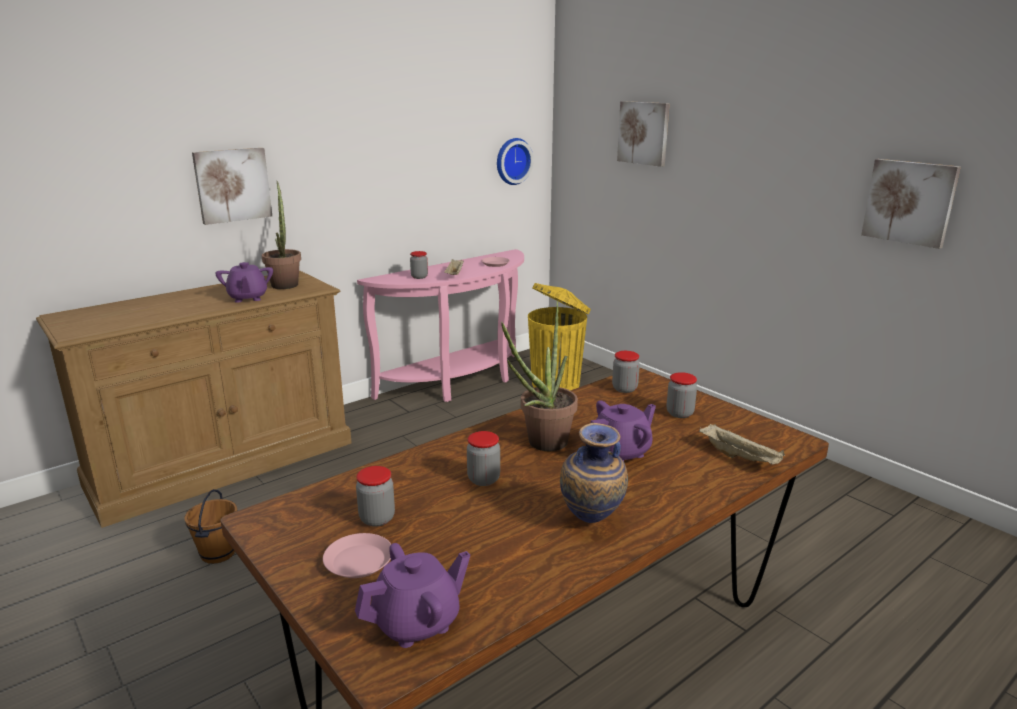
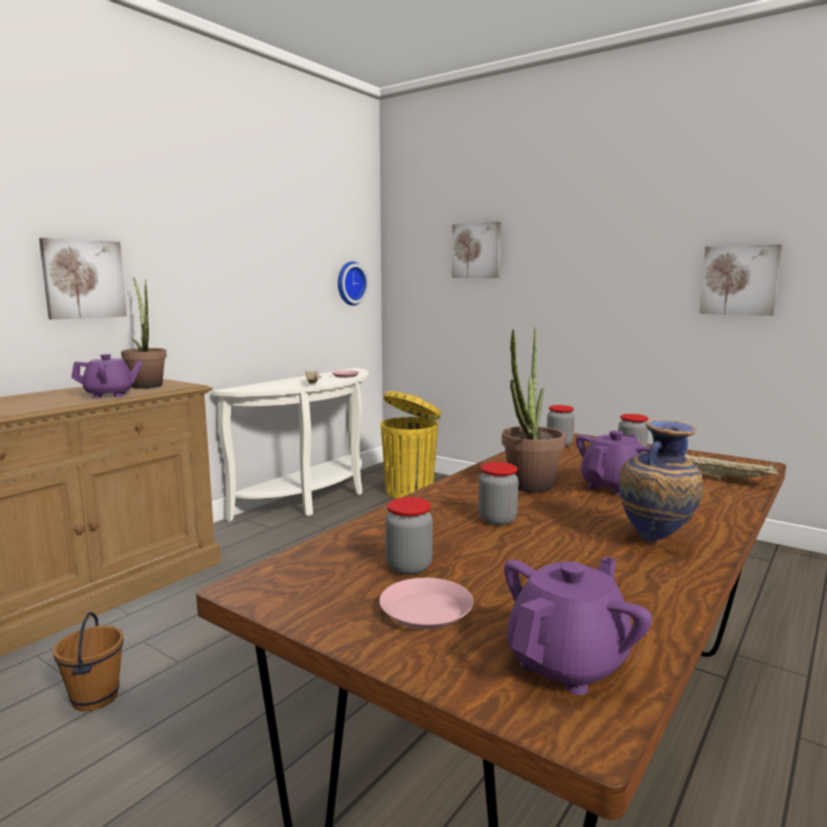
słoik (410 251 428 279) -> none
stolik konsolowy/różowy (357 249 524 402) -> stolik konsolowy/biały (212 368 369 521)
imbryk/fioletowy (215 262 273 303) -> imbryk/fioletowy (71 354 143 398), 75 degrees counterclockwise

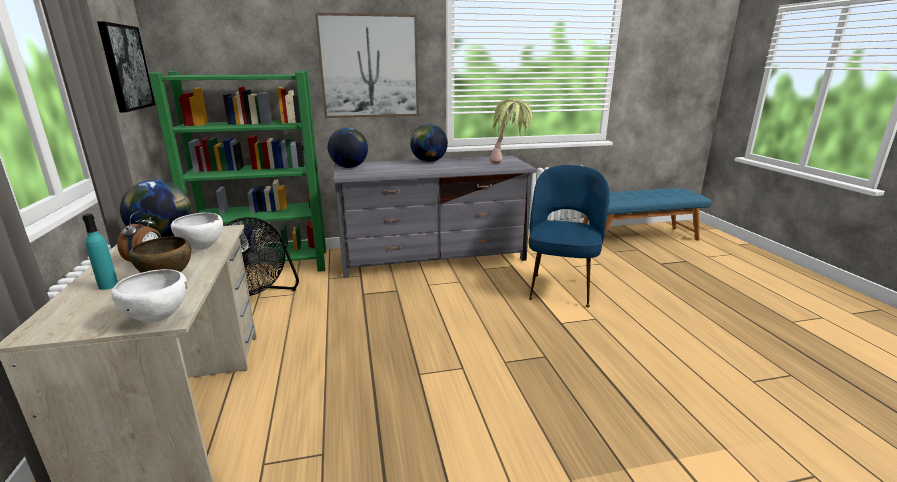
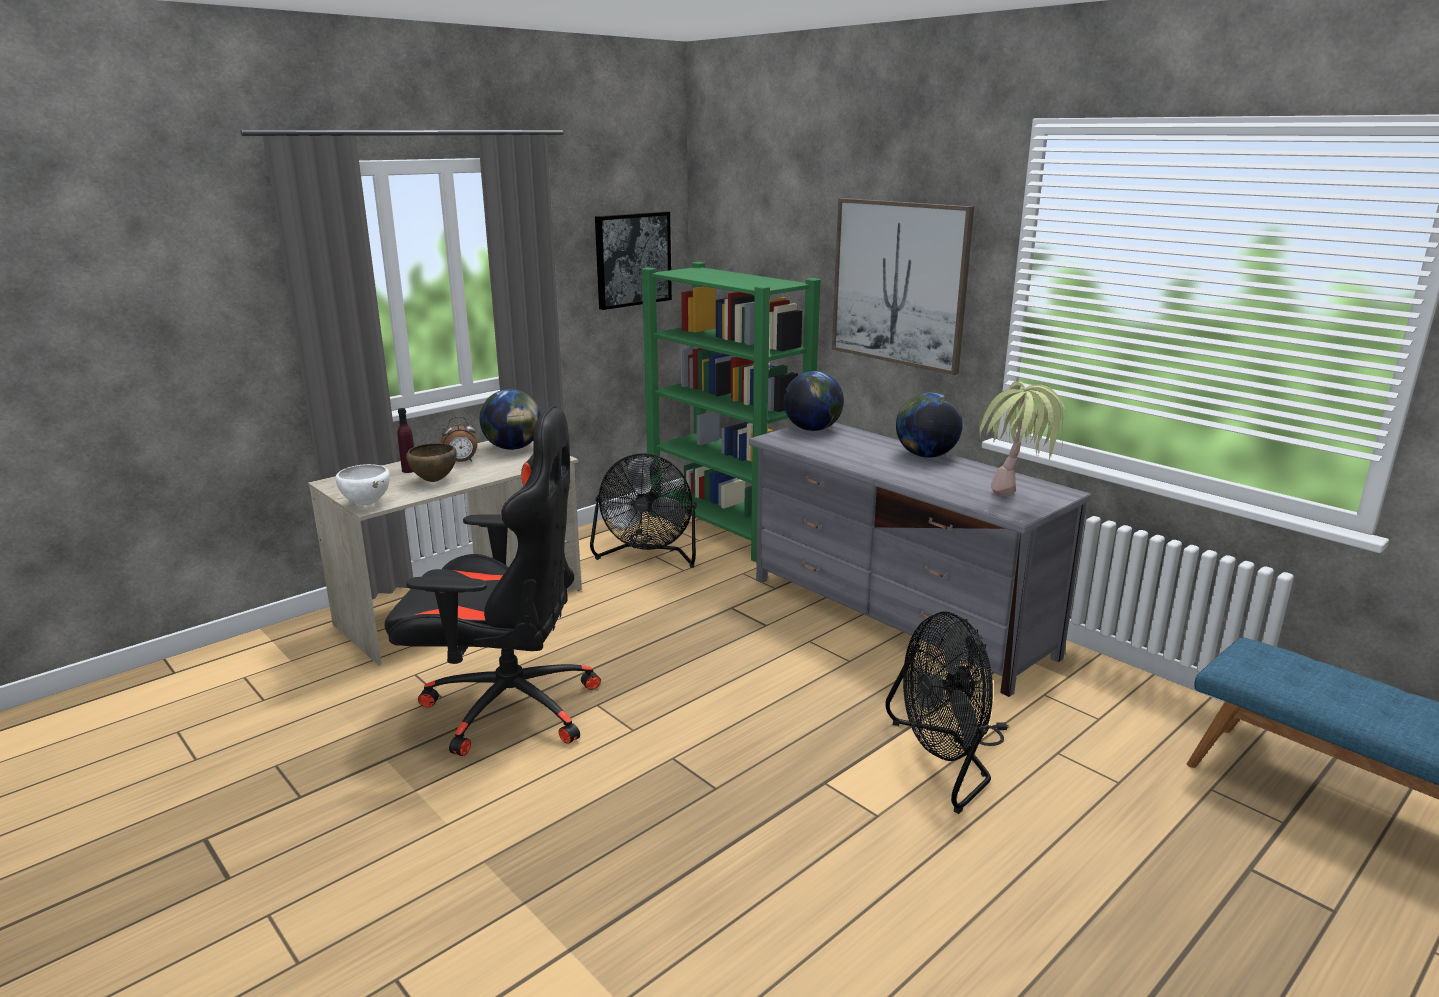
miska/biały (171 213 223 250) -> none
none -> krzesło biurowe/czarny (384 406 601 756)
krzesło/niebieski (529 165 610 307) -> wentylator/czarny (885 612 1010 814)
butelka/turkusowy (82 213 118 290) -> butelka/fioletowy (397 408 414 473)

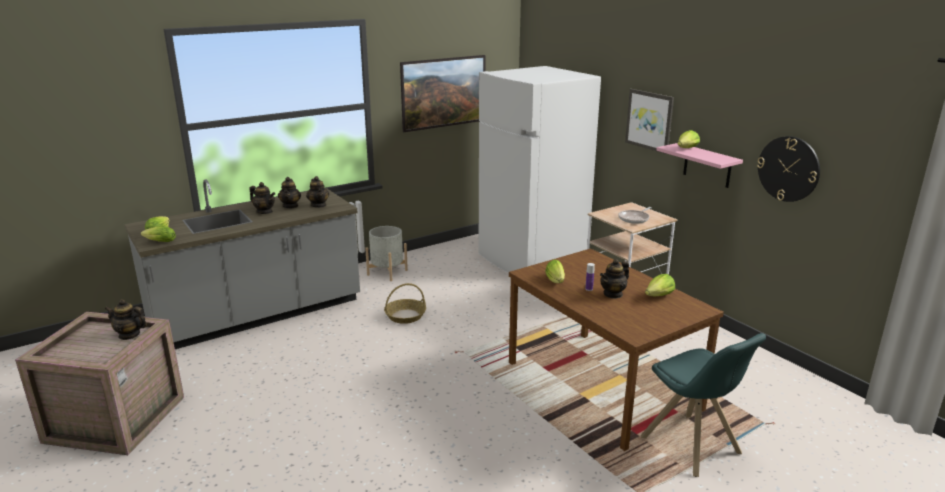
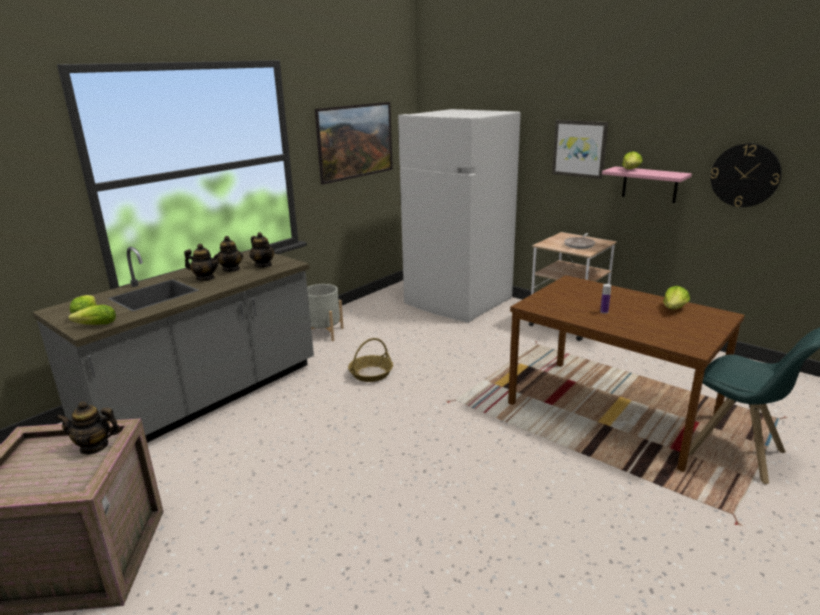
sałata (545 260 565 283) -> none
imbryk (600 259 629 299) -> none

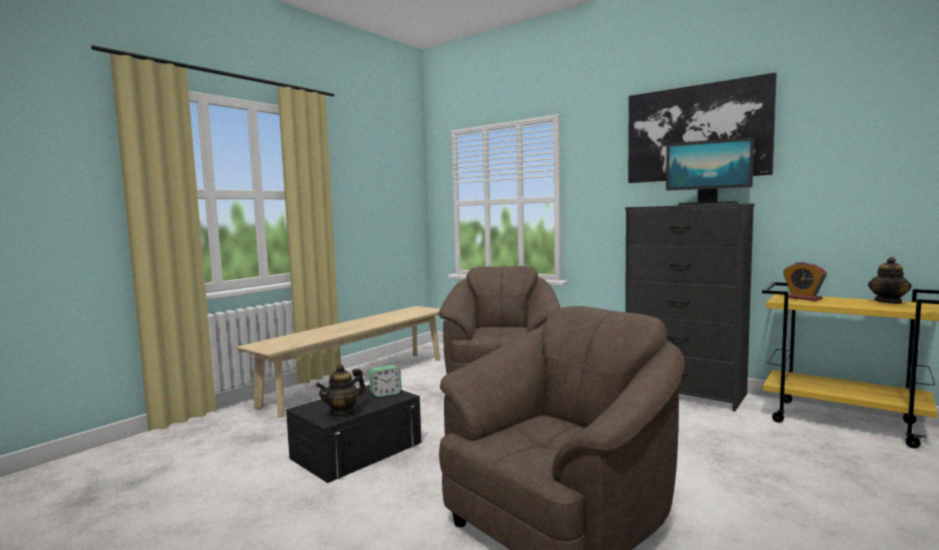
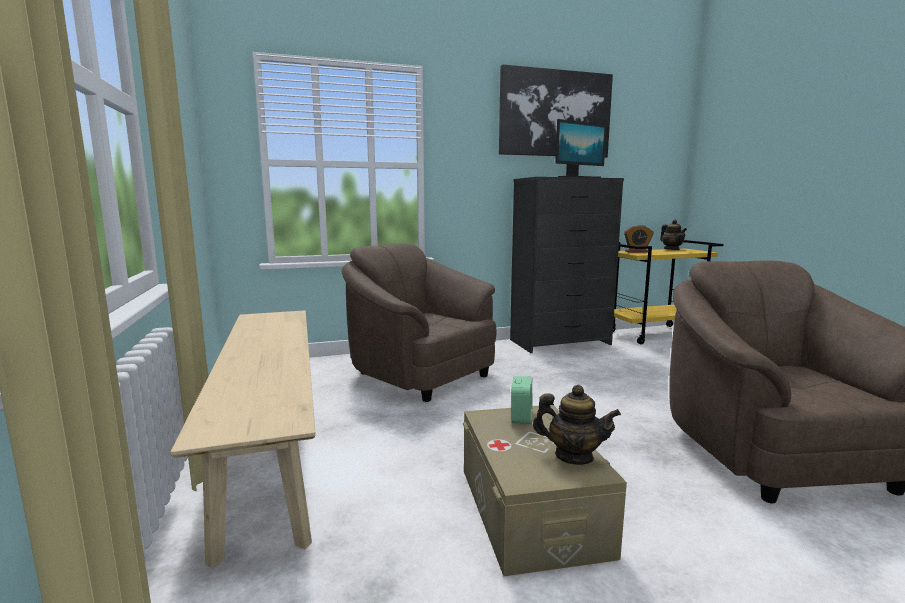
pojemnik do przechowywania/czarny (286 385 422 483) -> pojemnik do przechowywania/beżowy (463 405 627 577)
imbryk (316 364 366 418) -> imbryk (533 385 621 465), 60 degrees counterclockwise

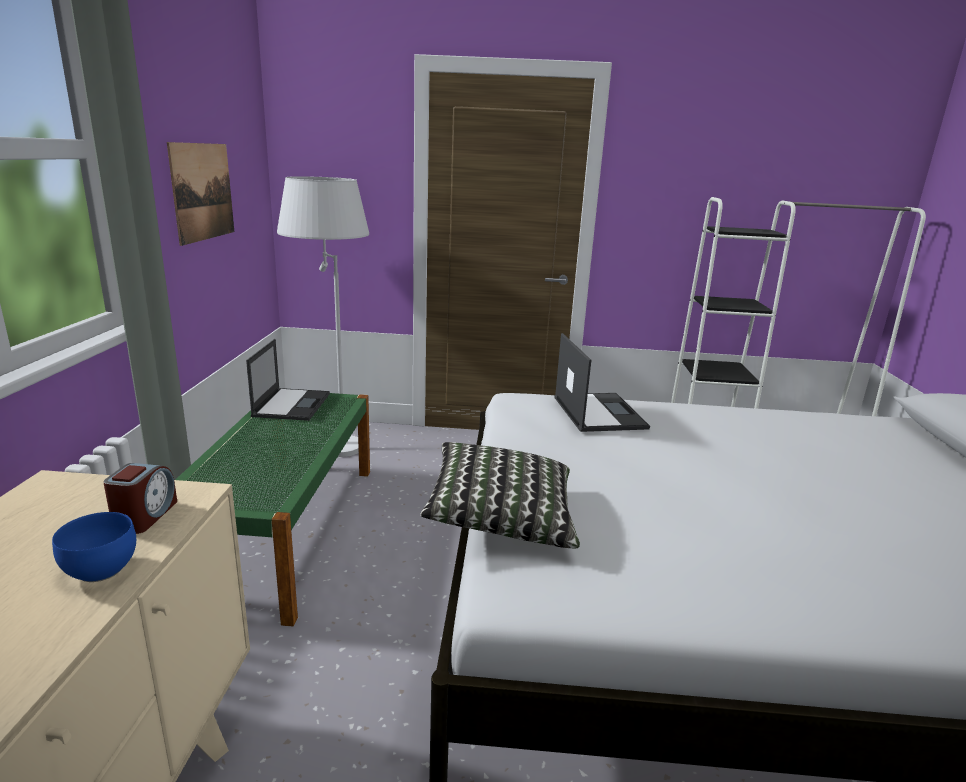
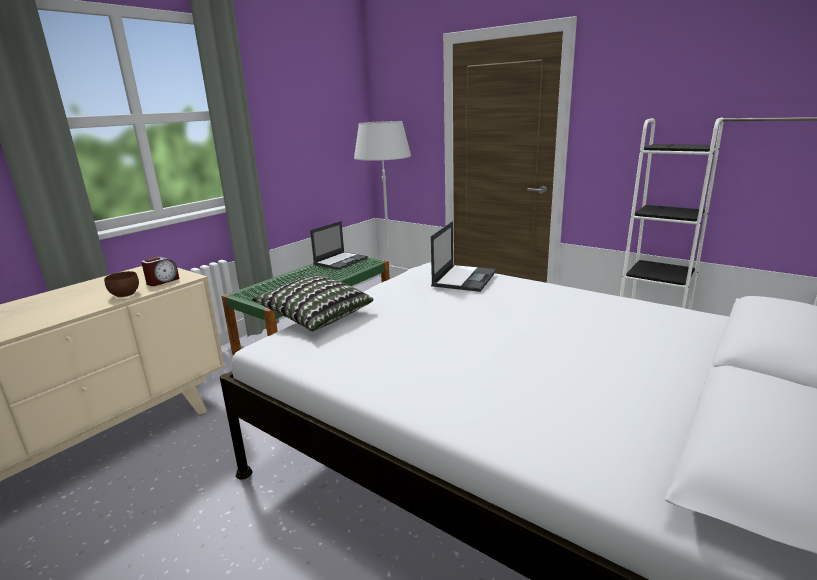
obraz (167 142 234 246) -> none
miska/niebieski (52 512 136 582) -> miska/brązowy (104 271 139 297)

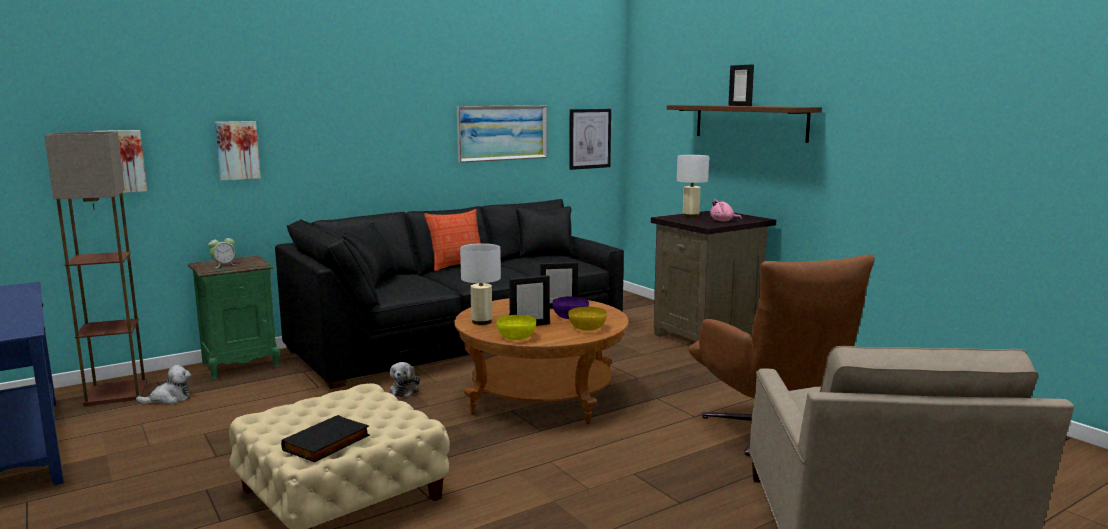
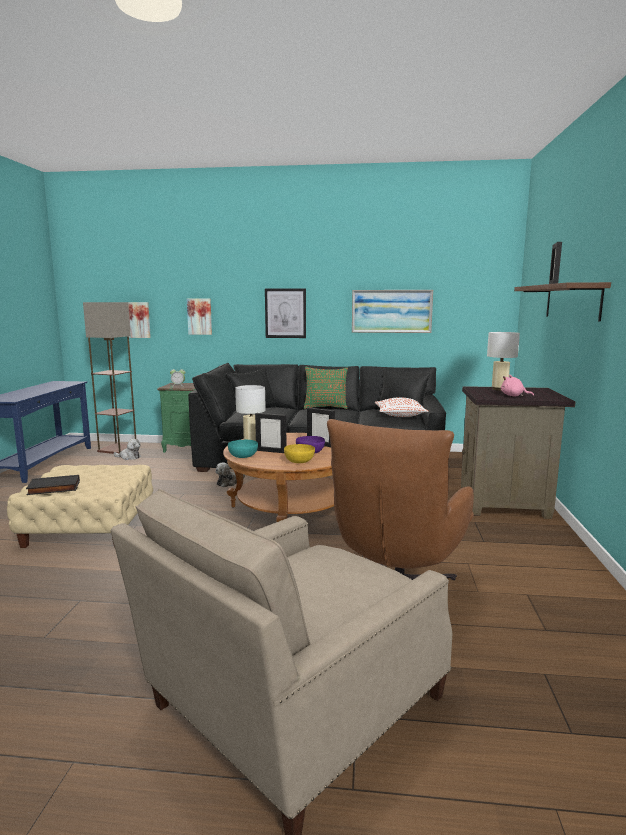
none -> poduszka/biały (375 397 429 417)
obraz (569 109 611 170) -> obraz (265 288 306 338), relocated
poduszka/pomarańczowy (424 209 481 271) -> poduszka/zielony (304 367 348 409)
miska/żółty (496 315 536 340) -> miska/turkusowy (228 440 258 458)

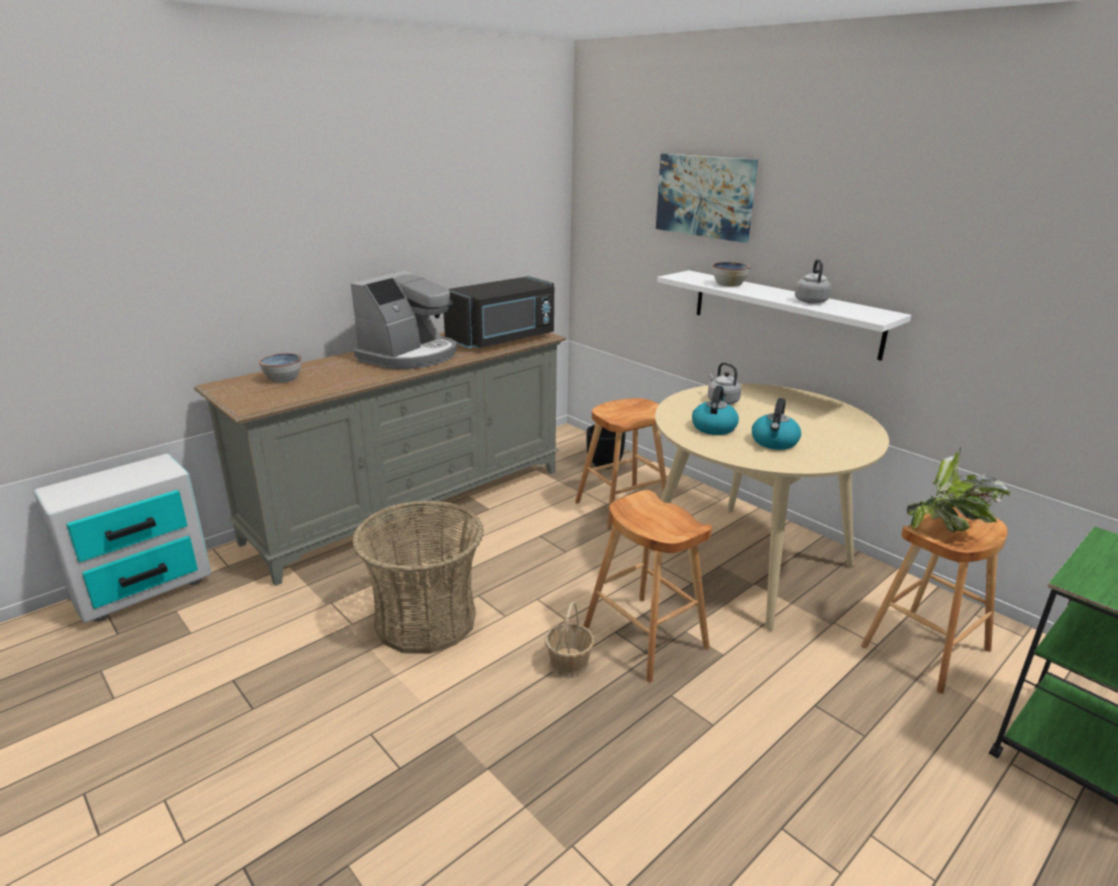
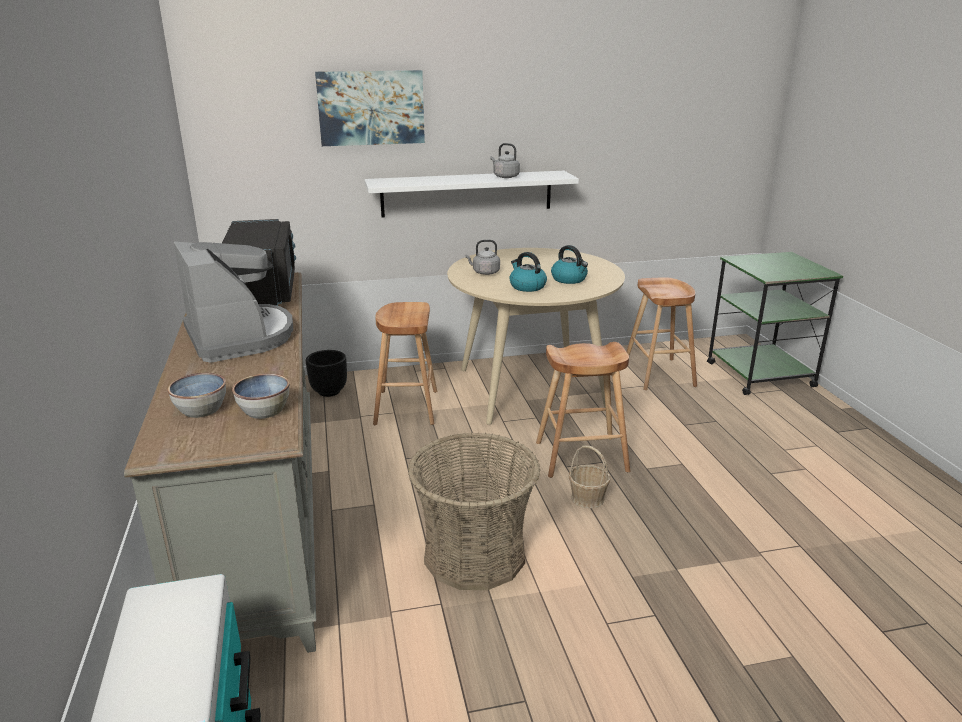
roślina doniczkowa (907 447 1011 532) -> none
miska (713 262 750 287) -> miska (232 374 289 419), relocated

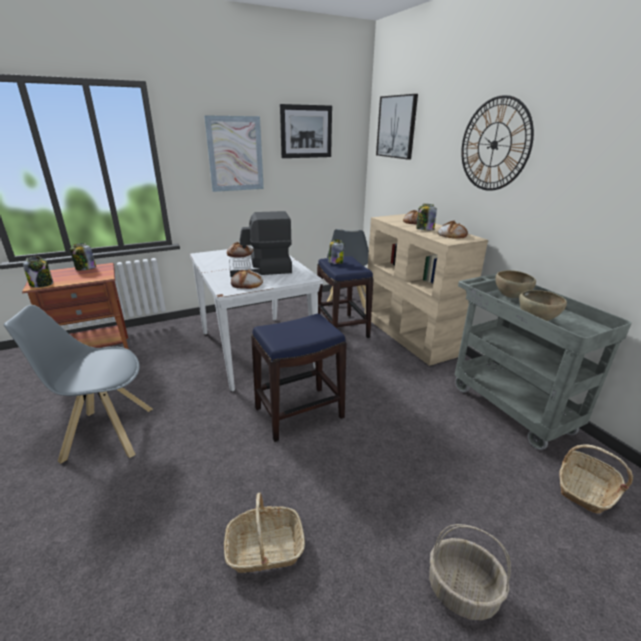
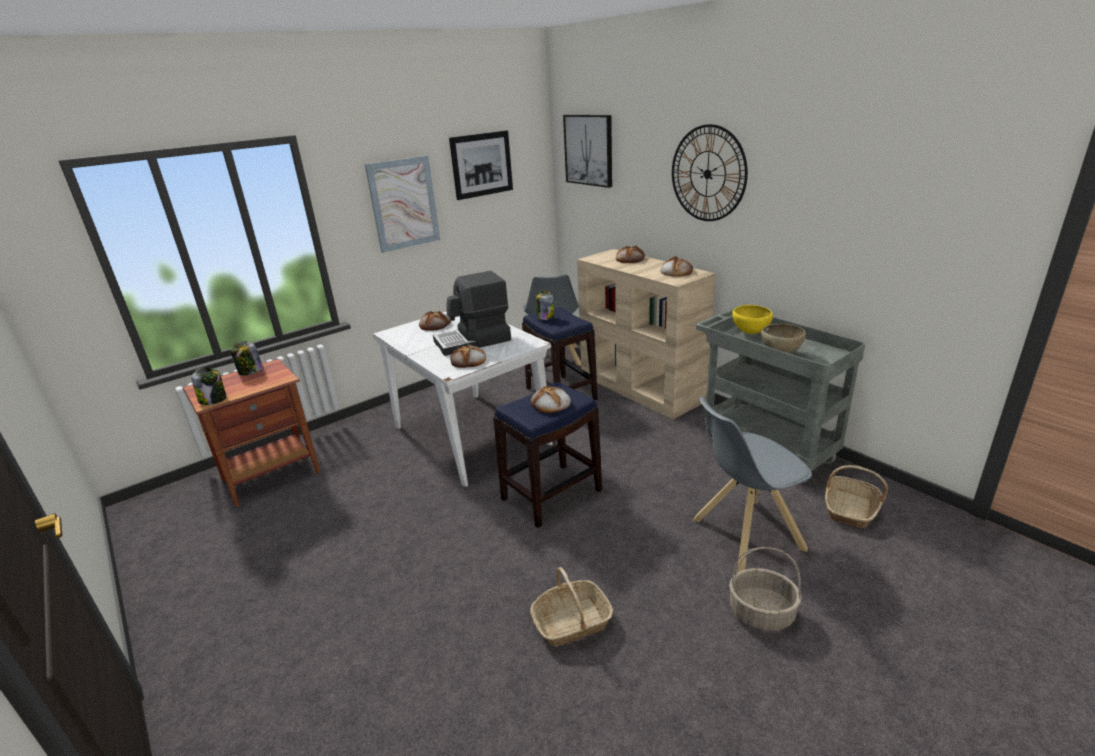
słoik (416 204 437 230) -> none
none -> chleb (530 386 571 413)
krzesło/szary (4 305 153 464) -> krzesło/szary (693 397 812 572), relocated
miska/brązowy (495 270 536 298) -> miska/żółty (732 305 773 334)

